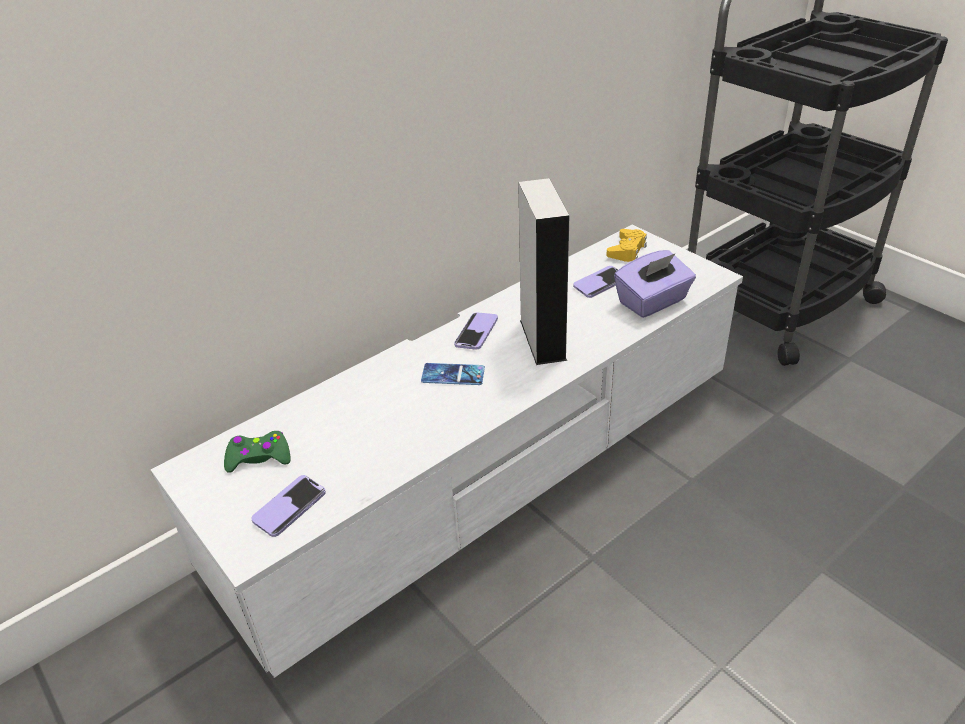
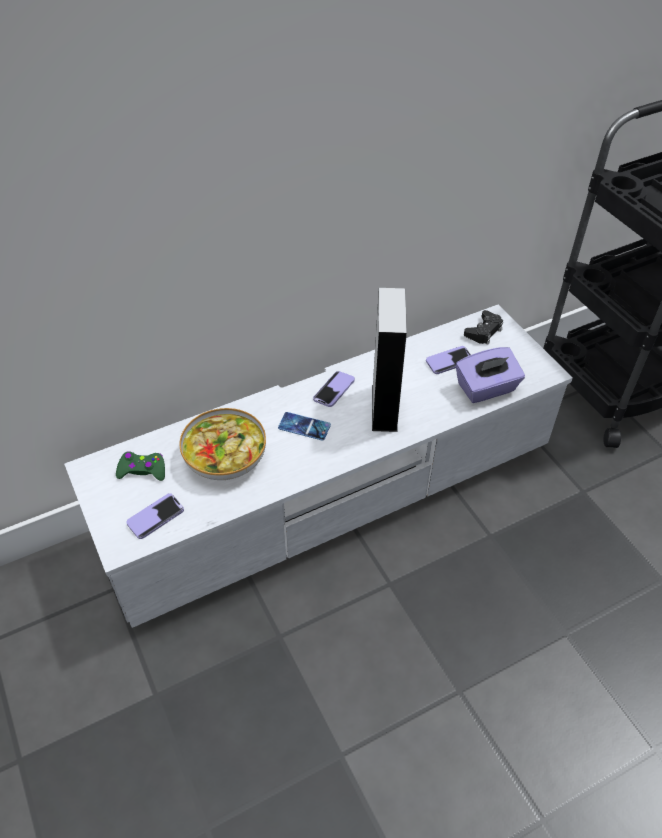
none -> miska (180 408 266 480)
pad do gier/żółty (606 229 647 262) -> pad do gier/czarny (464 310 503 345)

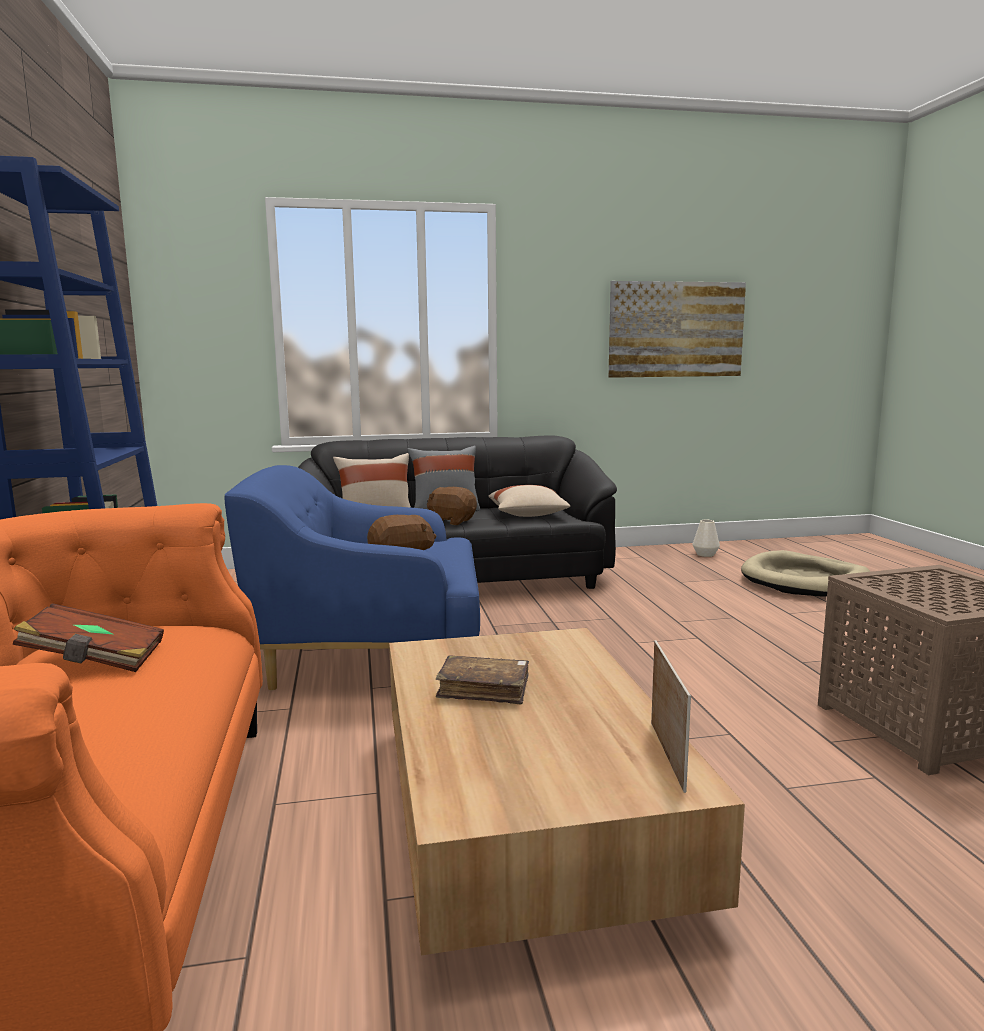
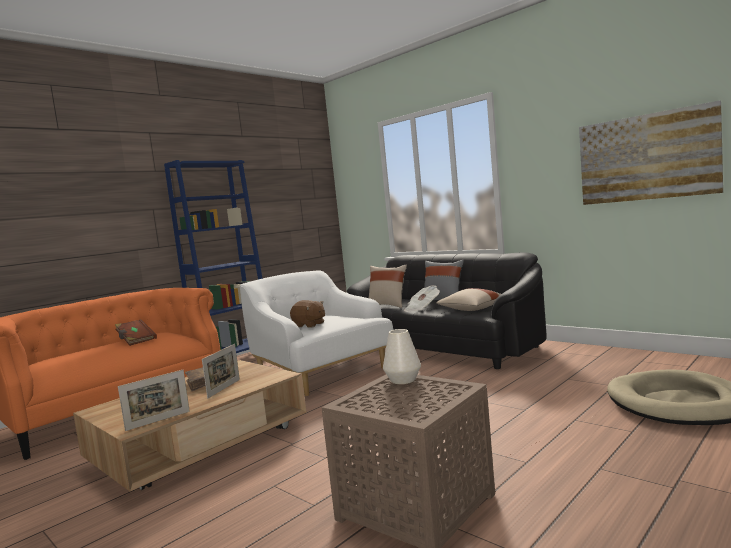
none -> ramka na zdjęcie (202 344 240 398)
wazon/biały (692 520 720 557) -> wazon/biały (383 329 421 384), relocated
pluszak/brązowy (427 487 477 525) -> gazeta (404 285 440 312)
fotel/niebieski (225 465 480 690) -> fotel/biały (240 270 393 396)

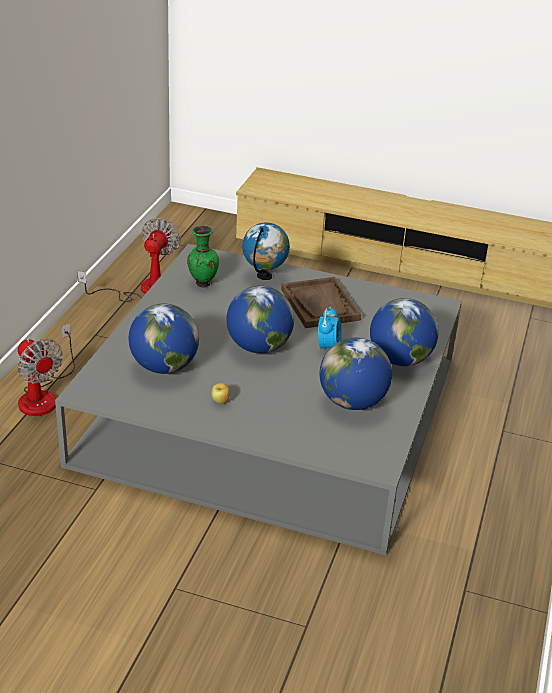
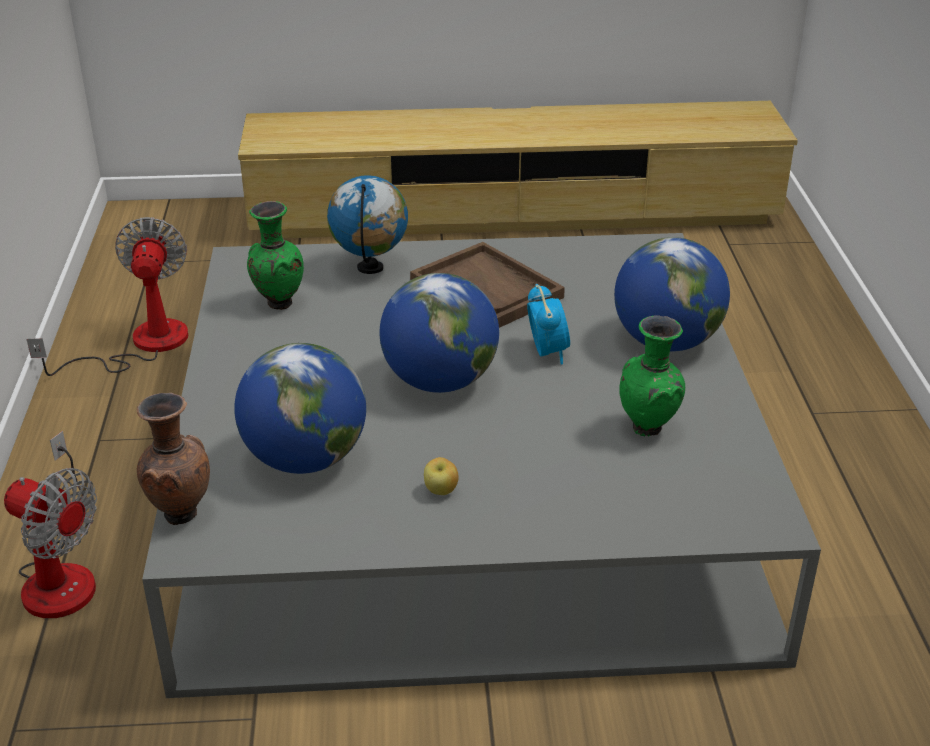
none -> wazon/brązowy (137 393 210 525)
globus (320 338 392 410) -> wazon/zielony (619 315 685 436)

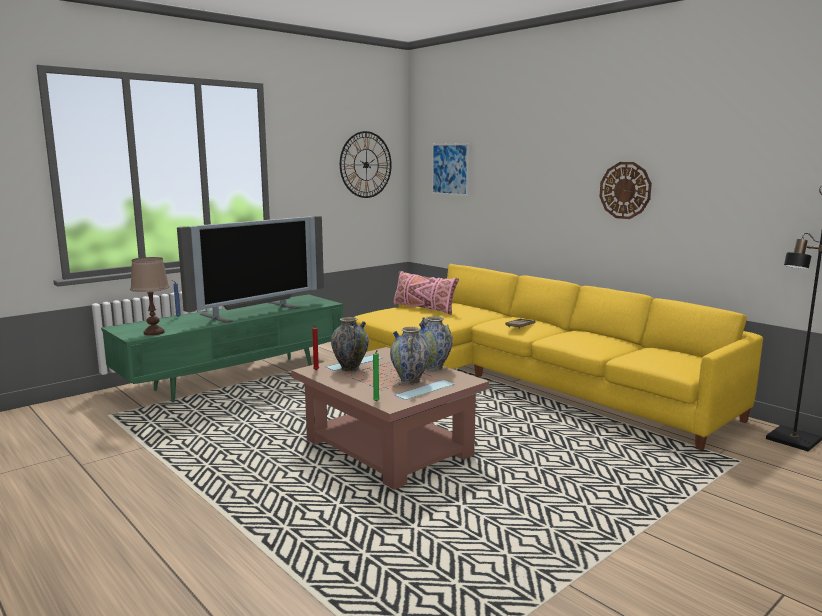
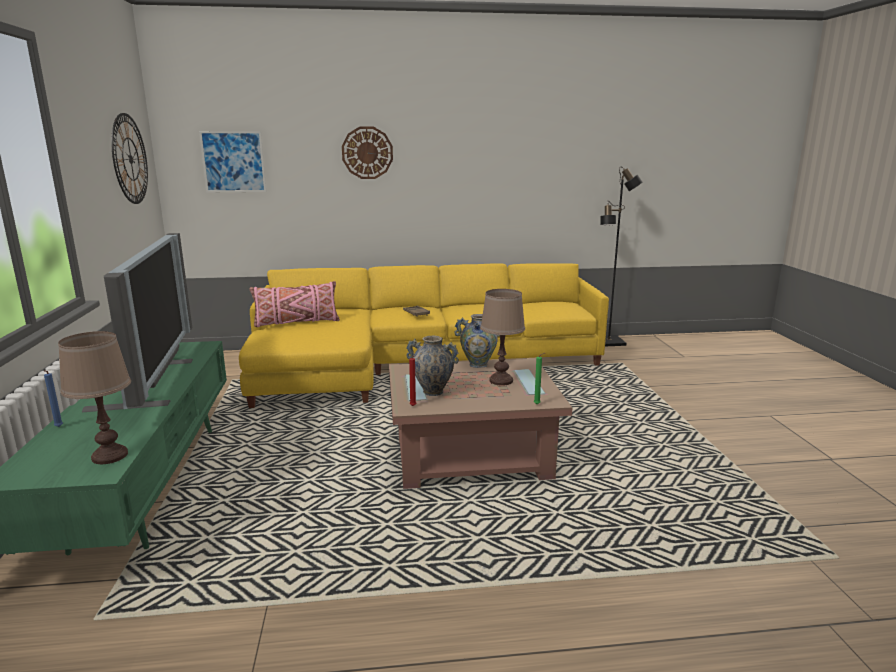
zegar ścienny (600 162 652 219) -> zegar ścienny (342 126 393 179), relocated
wazon (390 327 430 385) -> lampa stołowa/brązowy (480 289 525 386)

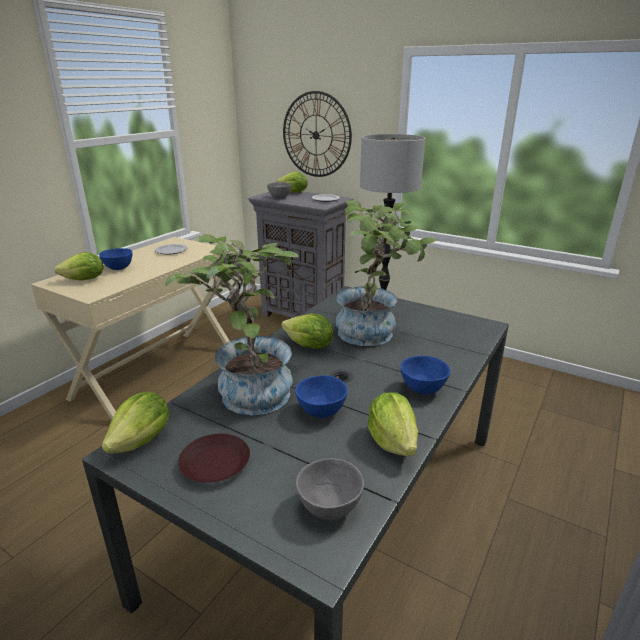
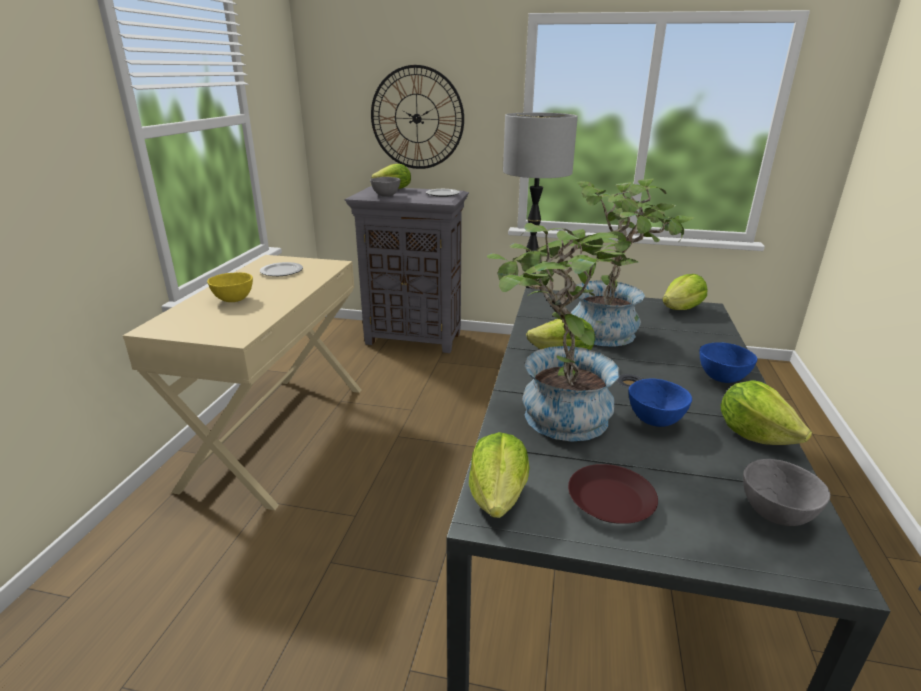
sałata (54 252 103 281) -> sałata (662 274 707 310), relocated
miska/niebieski (99 248 133 270) -> miska/żółty (207 272 253 302)

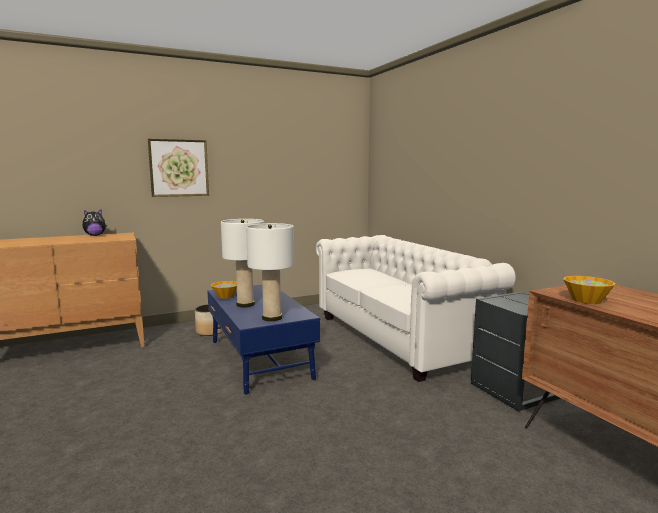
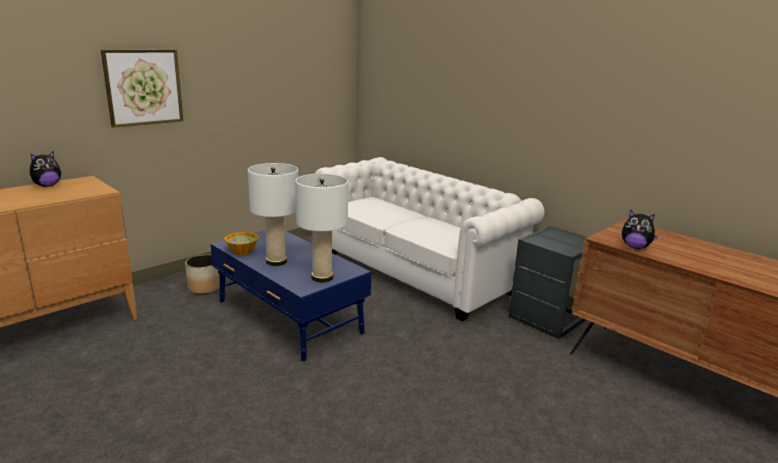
miska (563 276 615 304) -> pluszak (622 210 658 249)

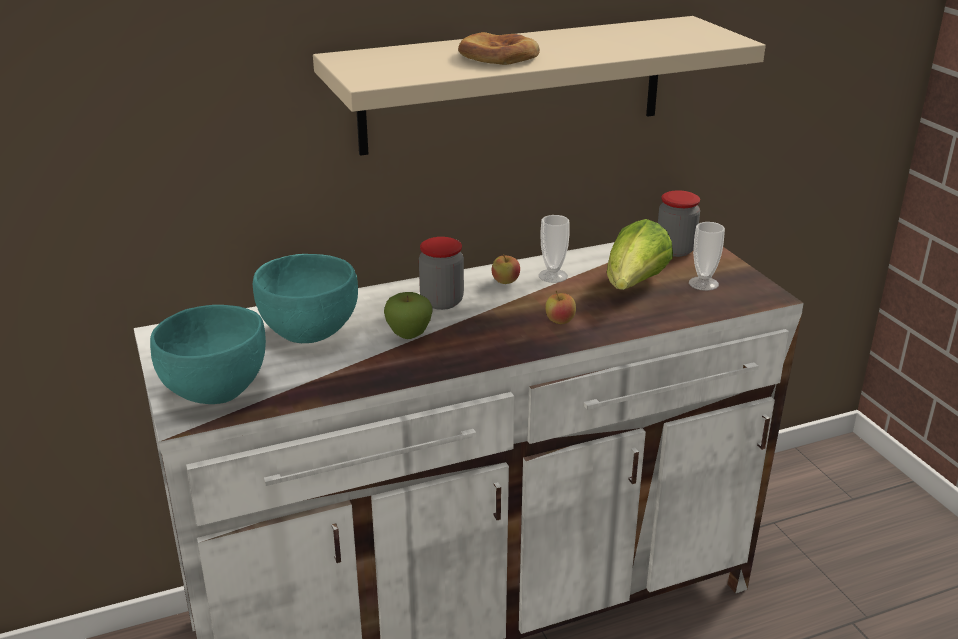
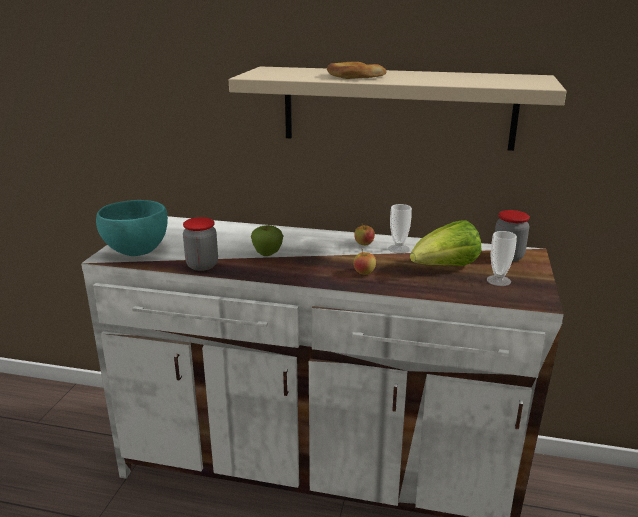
miska/turkusowy (253 254 358 343) -> none
słoik (419 237 464 310) -> słoik (183 217 218 271), relocated

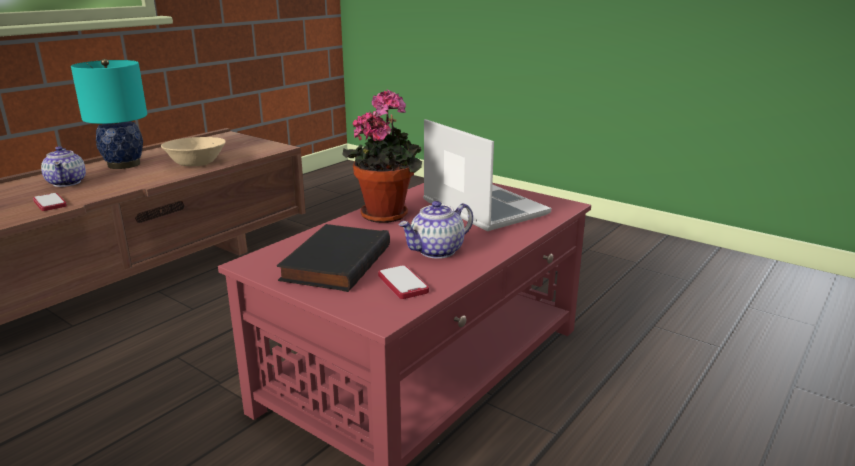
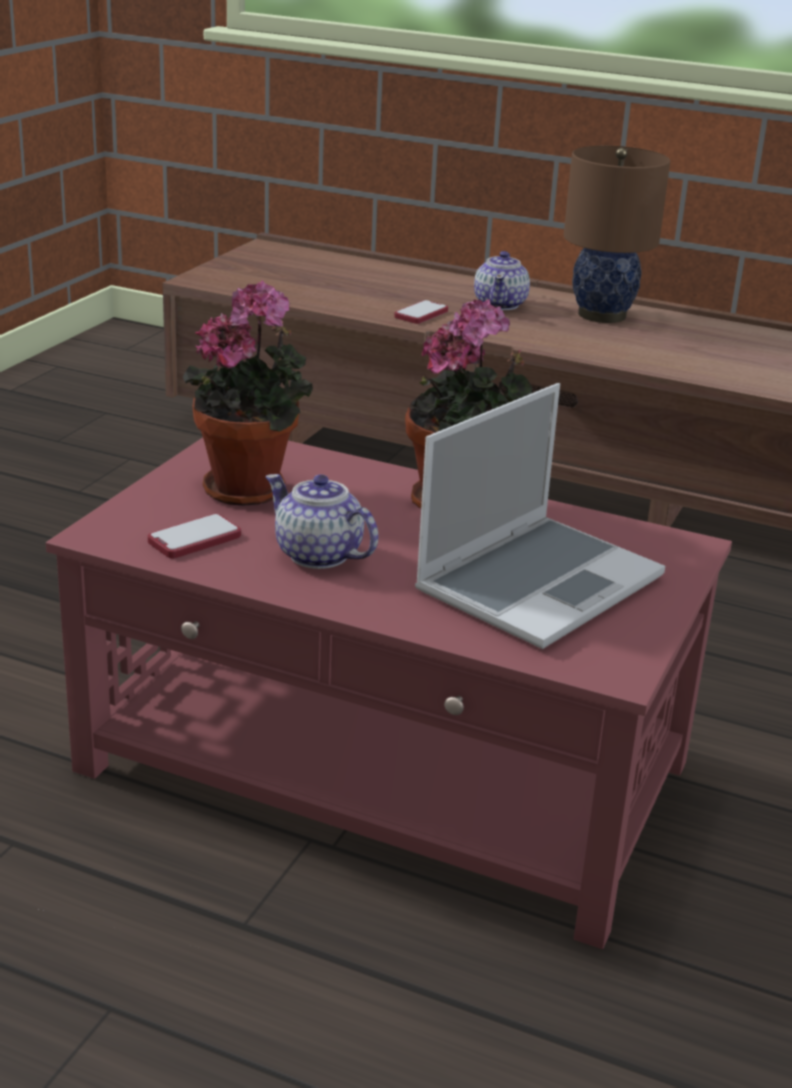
miska/beżowy (161 137 226 166) -> none
książka/czarny (277 224 390 292) -> roślina doniczkowa (183 280 313 506)
lampa stołowa/turkusowy (71 59 147 169) -> lampa stołowa/brązowy (564 146 670 323)
imbryk (41 146 86 187) -> imbryk (474 251 530 310), 45 degrees counterclockwise

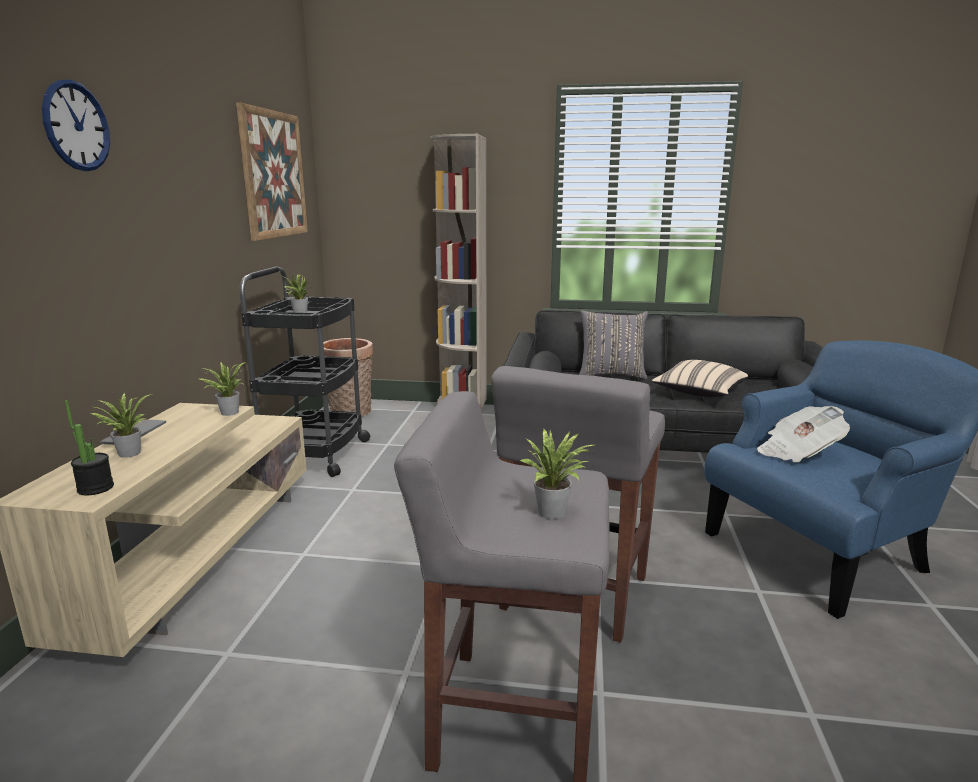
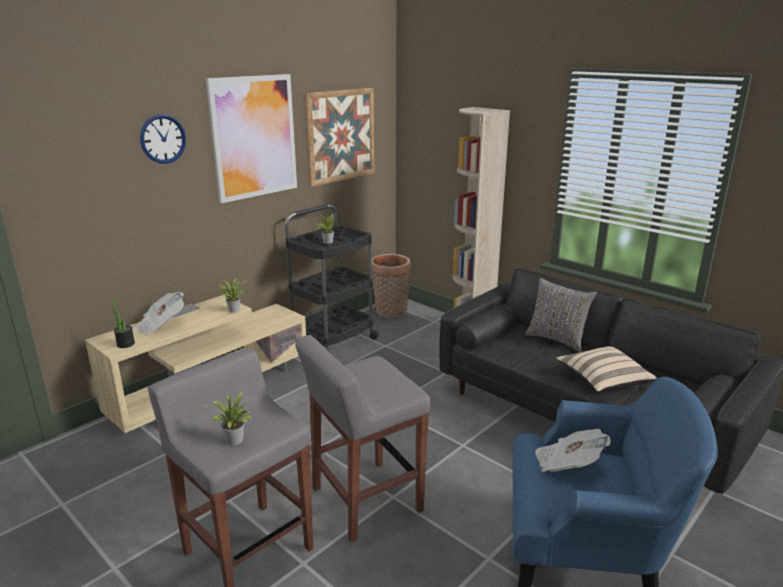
none -> obraz (206 74 297 203)
roślina doniczkowa (91 393 152 458) -> gazeta (134 292 184 334)

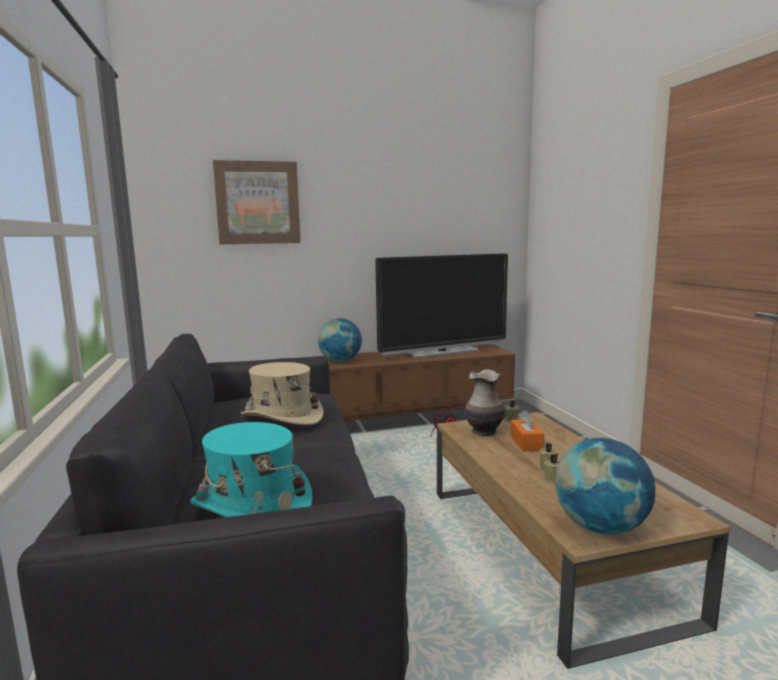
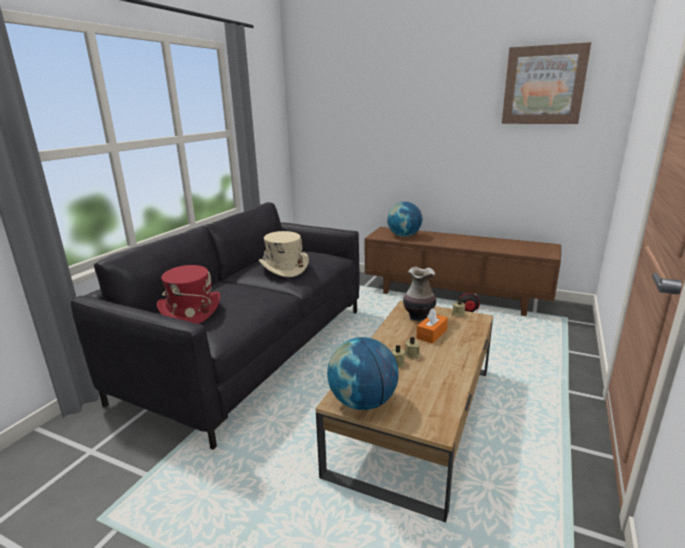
telewizor (375 253 508 359) -> none
obraz (213 160 301 244) -> obraz (502 42 591 124), relocated
kapelusz/turkusowy (190 422 313 517) -> kapelusz/czerwony (157 265 220 324)

